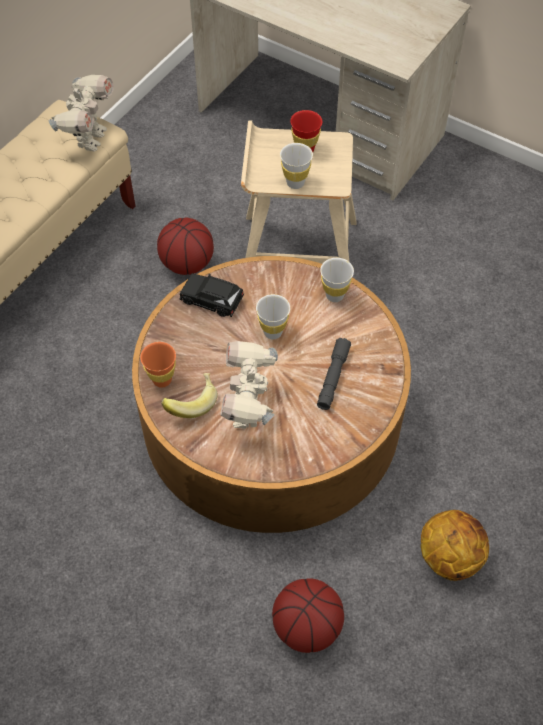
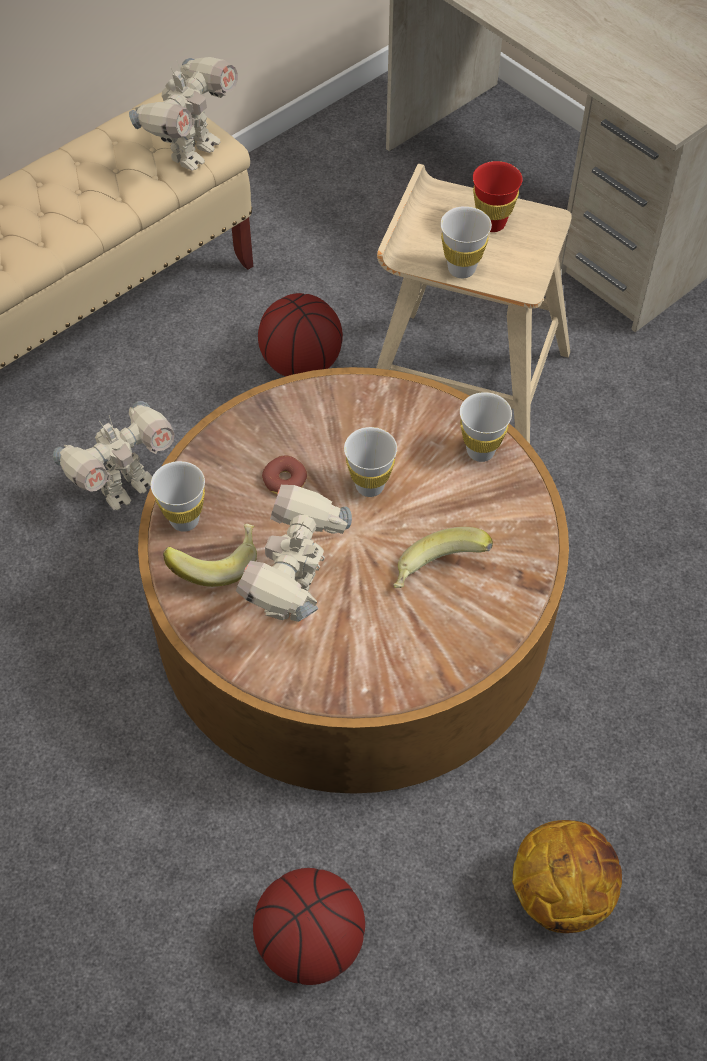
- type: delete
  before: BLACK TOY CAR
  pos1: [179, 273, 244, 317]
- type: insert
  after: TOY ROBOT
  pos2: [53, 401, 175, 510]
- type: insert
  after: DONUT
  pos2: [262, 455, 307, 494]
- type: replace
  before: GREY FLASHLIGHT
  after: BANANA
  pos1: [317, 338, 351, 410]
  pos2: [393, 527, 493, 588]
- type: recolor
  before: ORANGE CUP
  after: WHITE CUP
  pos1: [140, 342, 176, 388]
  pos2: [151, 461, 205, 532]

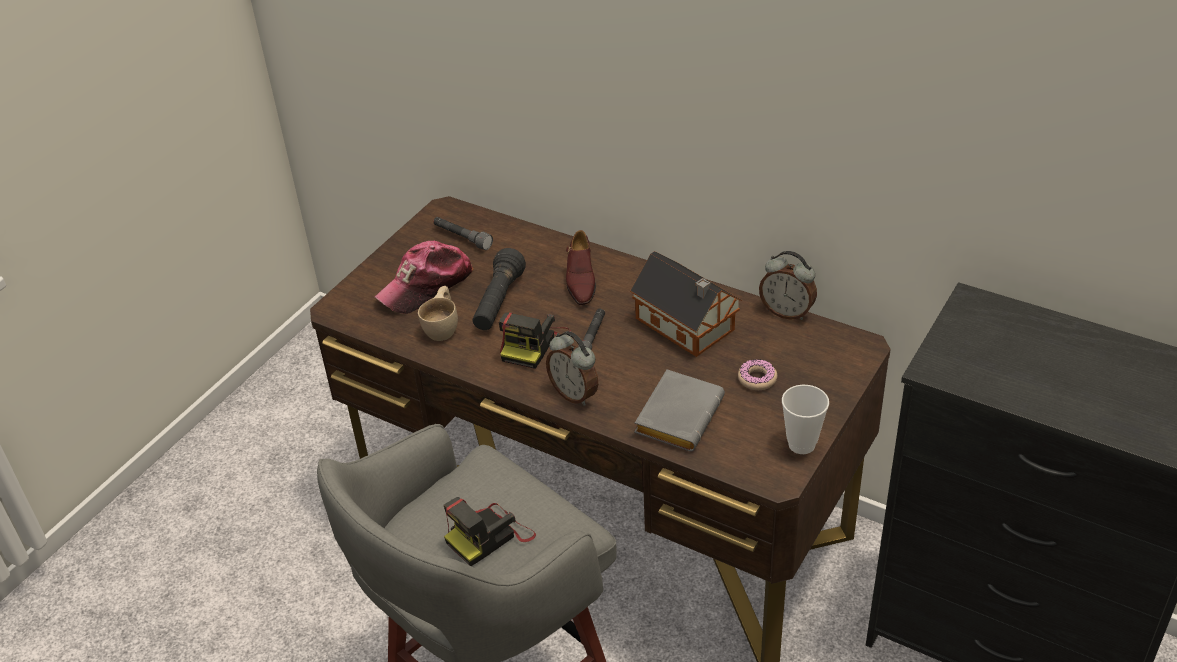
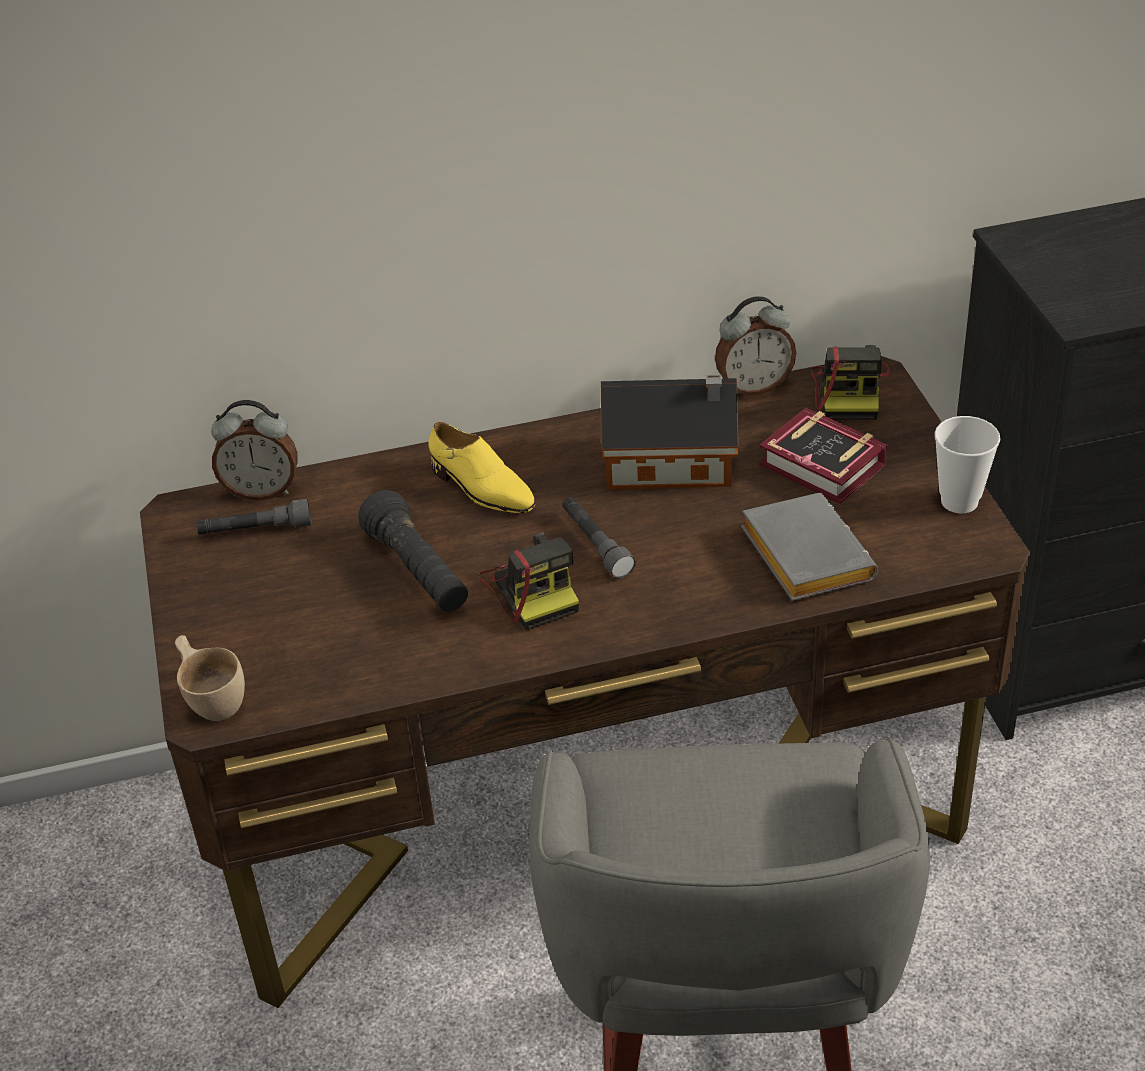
- type: delete
  before: CAP
  pos1: [375, 241, 474, 314]
- type: move
  before: BEIGE CUP
  pos1: [418, 286, 458, 341]
  pos2: [175, 635, 245, 721]
- type: move
  before: PHOTO CAMERA
  pos1: [444, 497, 536, 566]
  pos2: [811, 345, 890, 420]
- type: move
  before: ALARM CLOCK
  pos1: [546, 331, 598, 406]
  pos2: [211, 400, 298, 501]
- type: replace
  before: DONUT
  after: BOOK
  pos1: [738, 359, 777, 390]
  pos2: [759, 408, 887, 504]
- type: recolor
  before: BROWN SHOE
  after: YELLOW SHOE
  pos1: [566, 230, 596, 305]
  pos2: [428, 422, 535, 513]

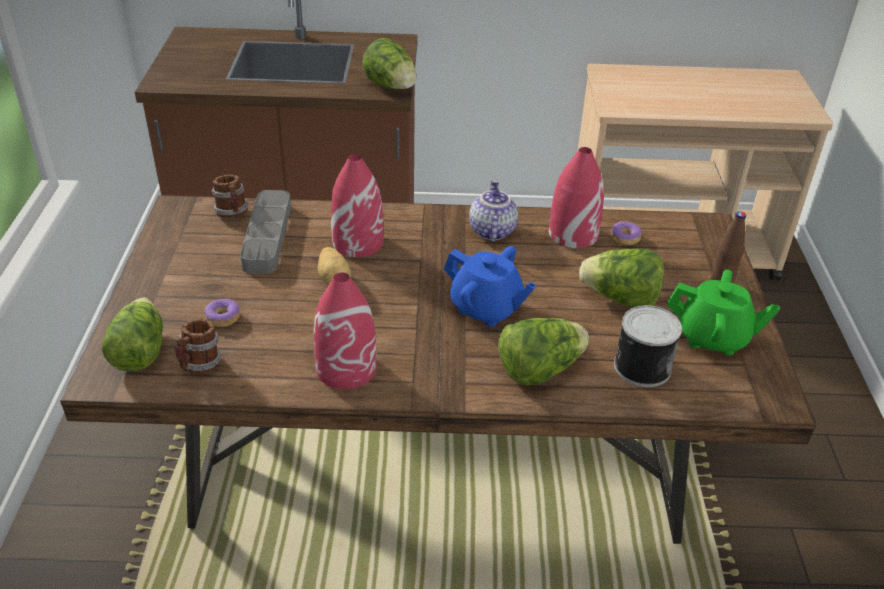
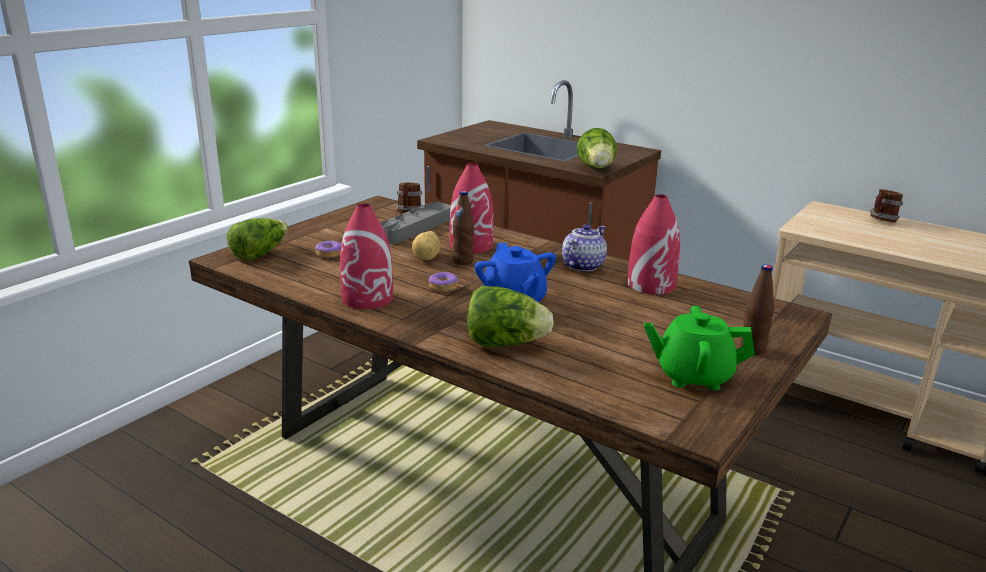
- type: delete
  before: LETTUCE
  pos1: [579, 248, 664, 307]
- type: delete
  before: CAN
  pos1: [614, 305, 682, 387]
- type: insert
  after: BROWN BOTTLE
  pos2: [453, 191, 474, 265]
- type: move
  before: MUG
  pos1: [175, 319, 222, 374]
  pos2: [870, 189, 903, 222]
- type: move
  before: DONUT
  pos1: [611, 221, 642, 245]
  pos2: [429, 271, 458, 292]
- type: rotate
  before: GREEN TEAPOT
  pos1: [667, 270, 780, 356]
  pos2: [644, 306, 755, 390]
  turn: 135

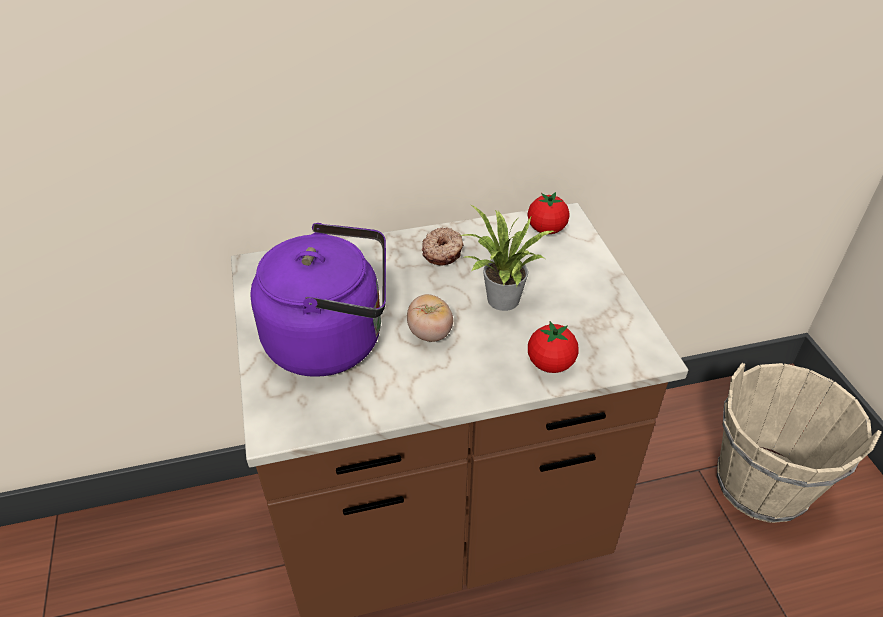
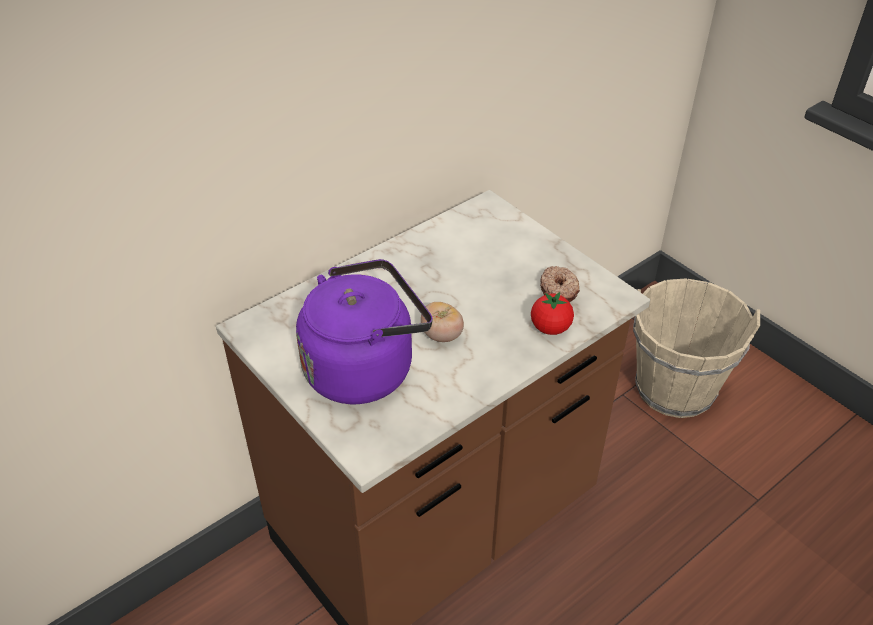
- type: delete
  before: POTTED PLANT
  pos1: [460, 205, 554, 311]
- type: delete
  before: TOMATO
  pos1: [528, 192, 570, 234]
- type: move
  before: DONUT
  pos1: [422, 227, 463, 266]
  pos2: [540, 266, 580, 302]

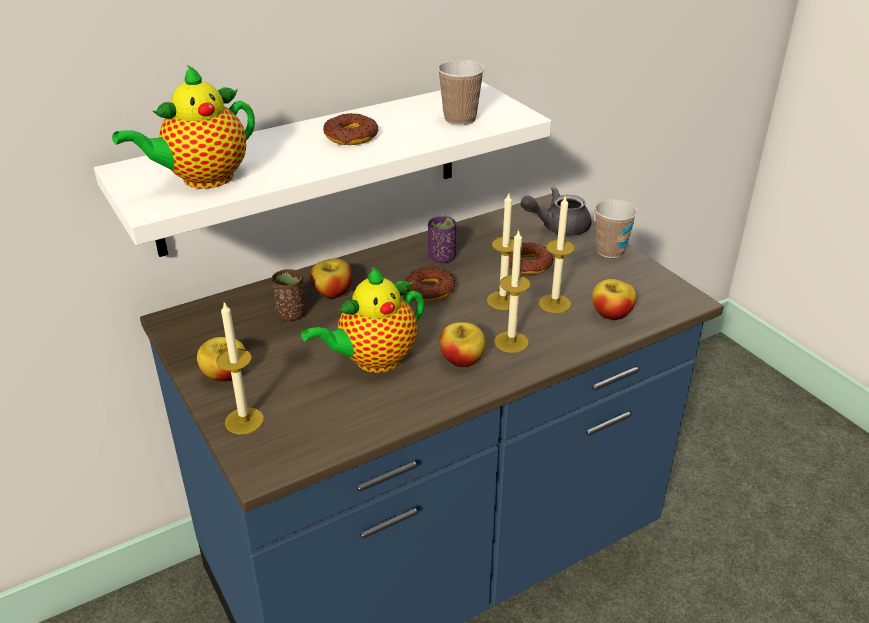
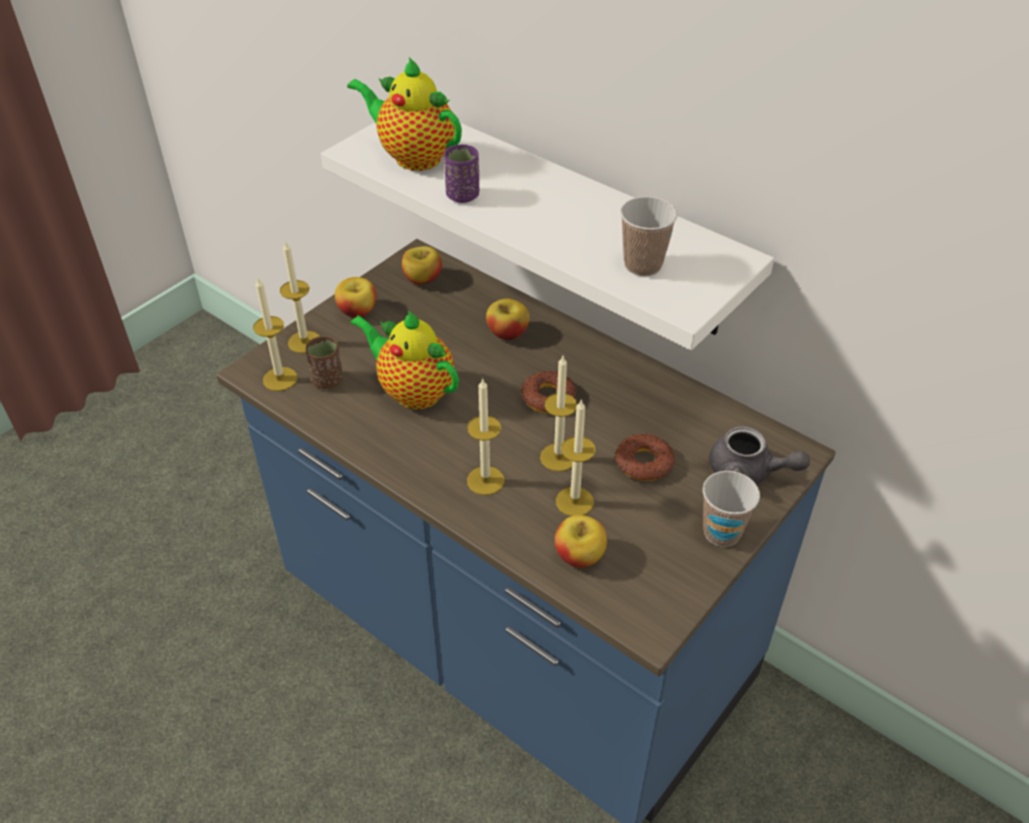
- type: delete
  before: DONUT
  pos1: [323, 113, 379, 145]
- type: insert
  after: CANDLE
  pos2: [253, 278, 297, 391]
- type: move
  before: BROWN CUP
  pos1: [271, 269, 306, 321]
  pos2: [306, 336, 343, 389]
- type: move
  before: PURPLE CUP
  pos1: [428, 216, 456, 263]
  pos2: [444, 144, 479, 203]
- type: move
  before: APPLE
  pos1: [440, 322, 486, 367]
  pos2: [402, 246, 442, 285]
- type: rotate
  before: GREY TEAPOT
  pos1: [521, 187, 591, 236]
  pos2: [709, 426, 810, 484]
  turn: 150

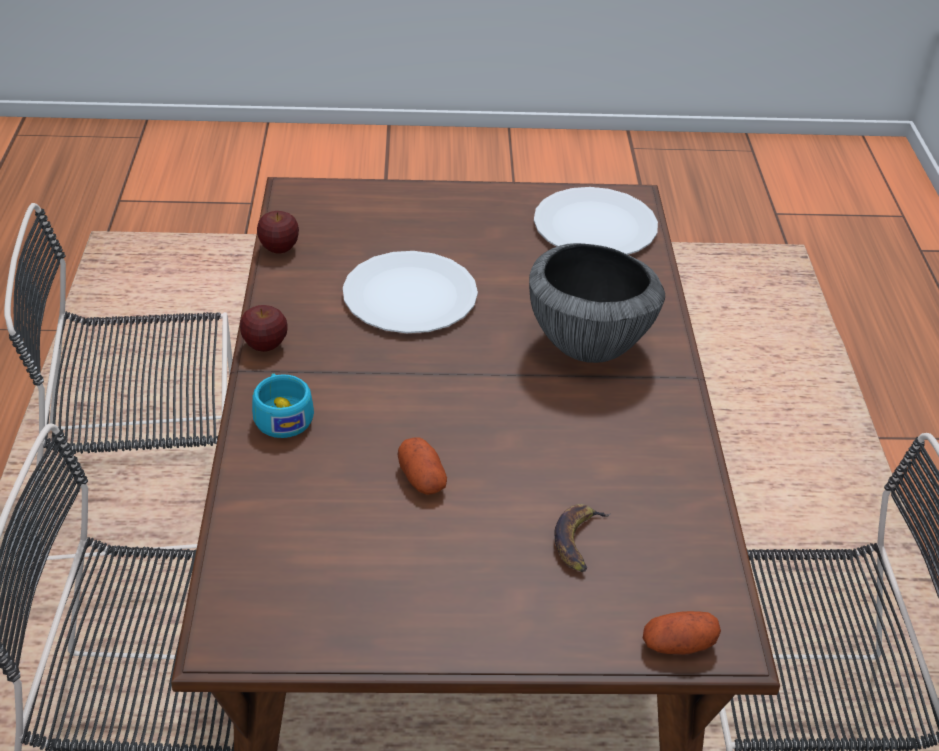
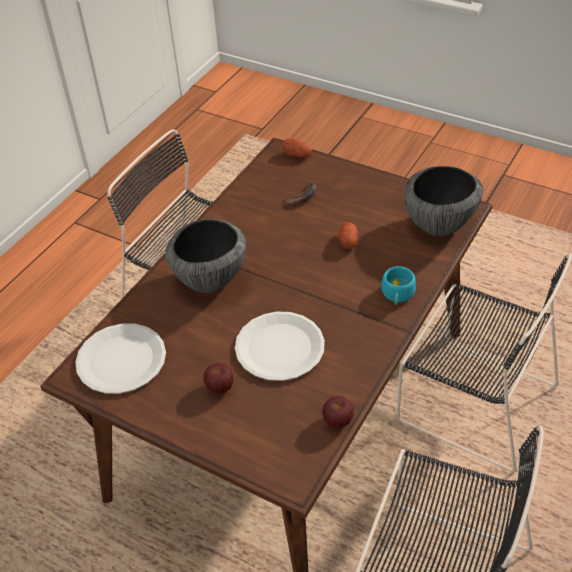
- type: insert
  after: BOWL
  pos2: [405, 166, 483, 236]
- type: move
  before: APPLE
  pos1: [240, 305, 287, 352]
  pos2: [204, 363, 234, 394]

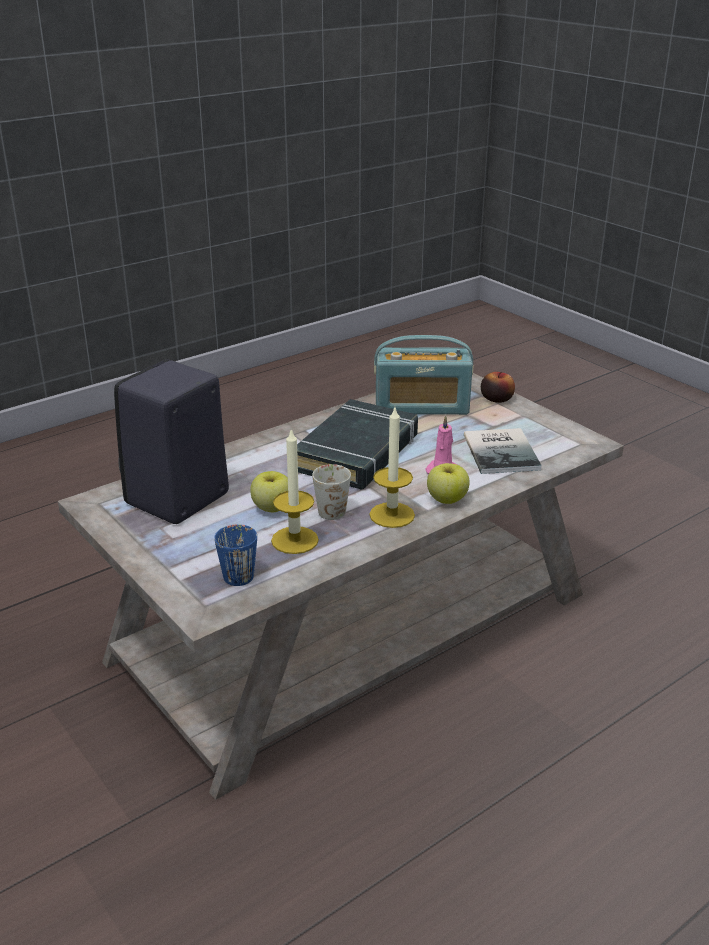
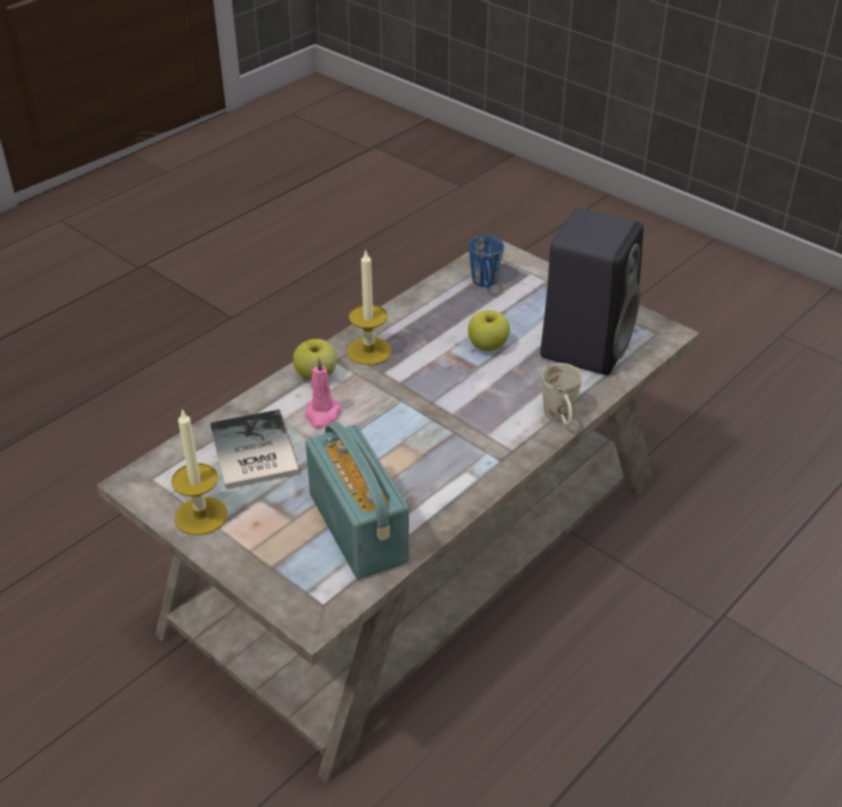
- type: delete
  before: BLACK BOOK
  pos1: [297, 399, 418, 489]
- type: delete
  before: APPLE
  pos1: [481, 372, 515, 403]
- type: move
  before: CANDLE
  pos1: [271, 428, 319, 554]
  pos2: [171, 408, 228, 535]
- type: move
  before: WHITE MUG
  pos1: [312, 464, 351, 520]
  pos2: [541, 363, 583, 426]
- type: rotate
  before: RADIO
  pos1: [374, 335, 473, 415]
  pos2: [305, 422, 409, 579]
  turn: 75

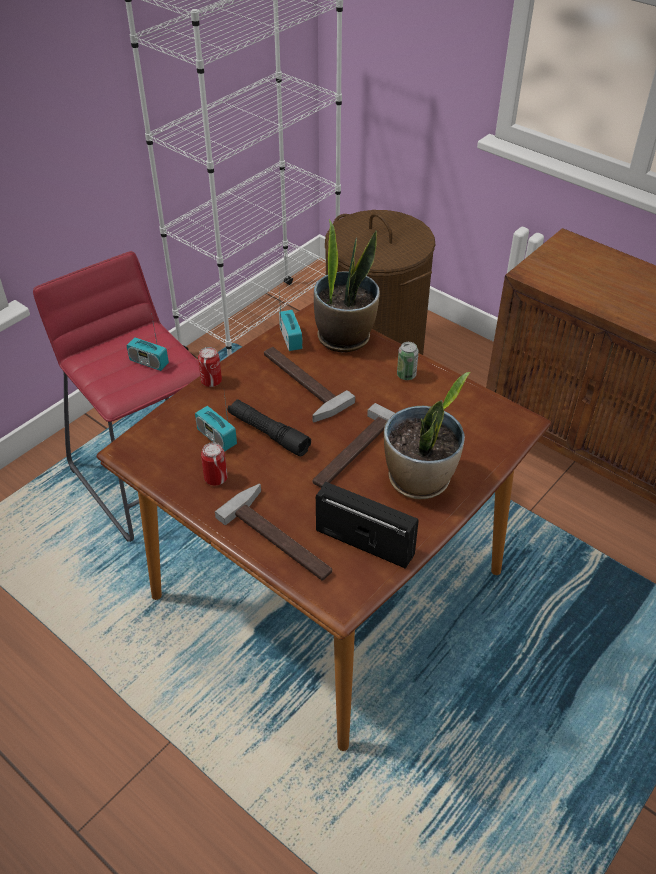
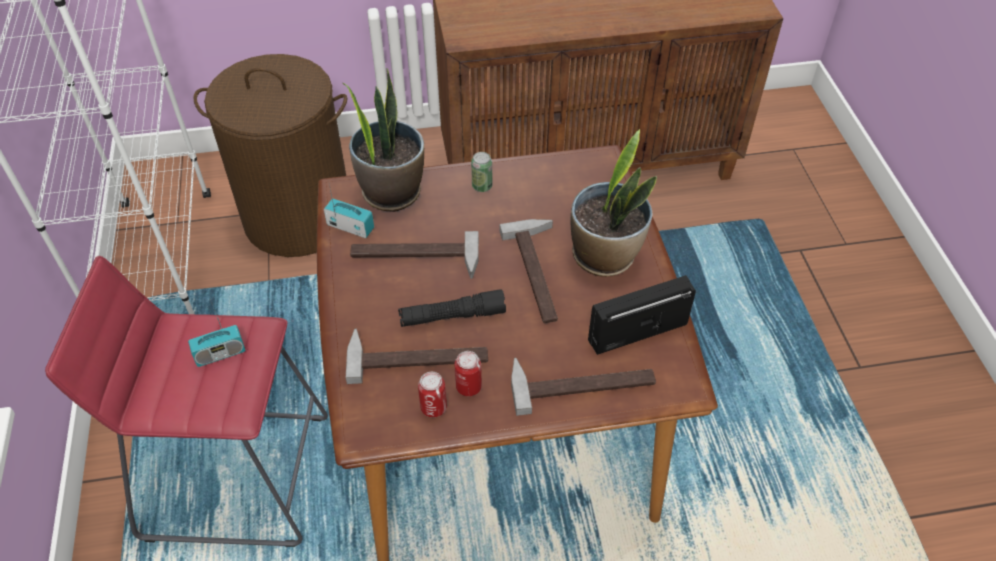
- type: move
  before: CAN
  pos1: [198, 347, 222, 387]
  pos2: [418, 372, 447, 417]
- type: replace
  before: RADIO
  after: HAMMER
  pos1: [195, 392, 237, 452]
  pos2: [346, 329, 488, 384]

